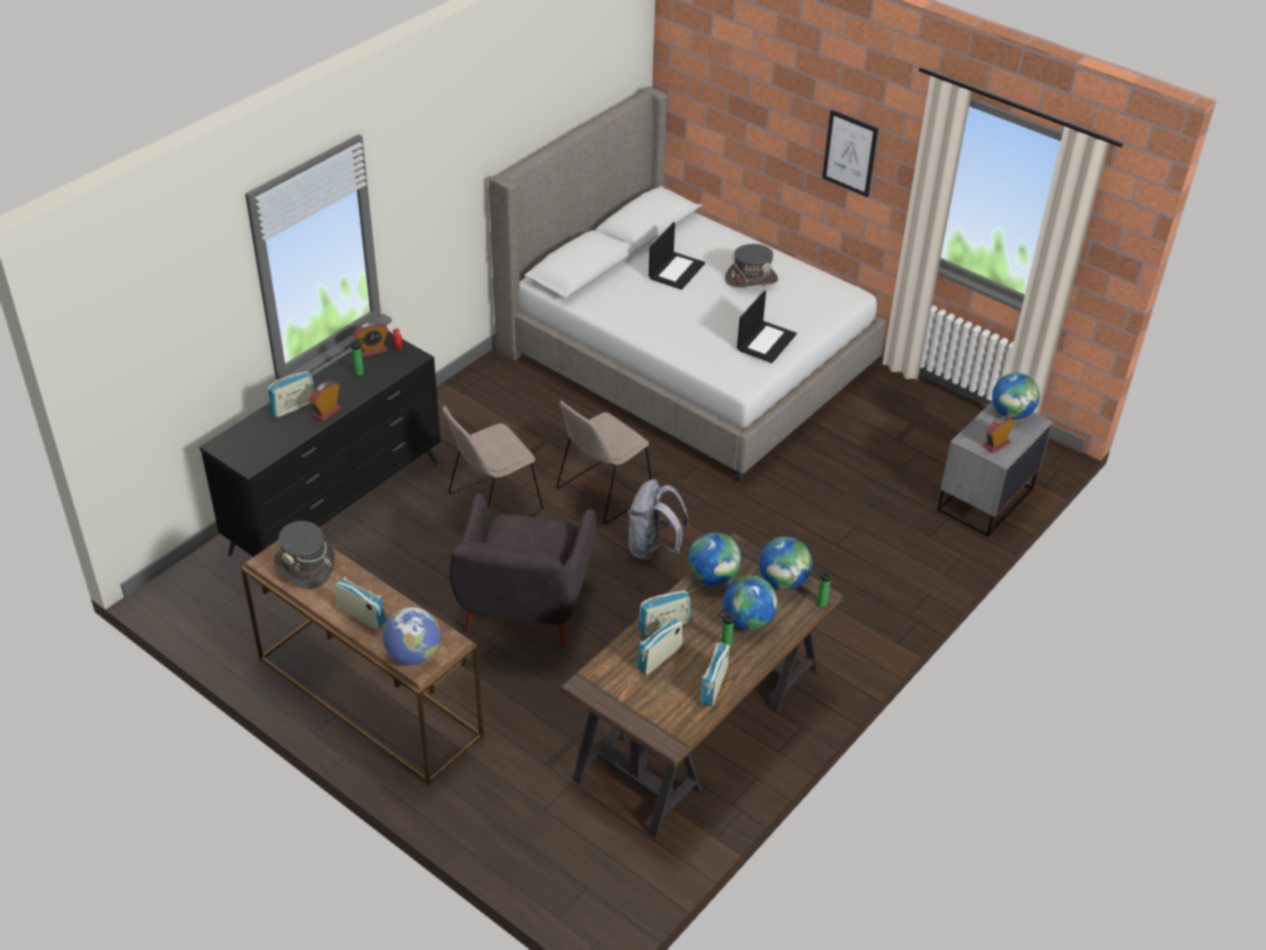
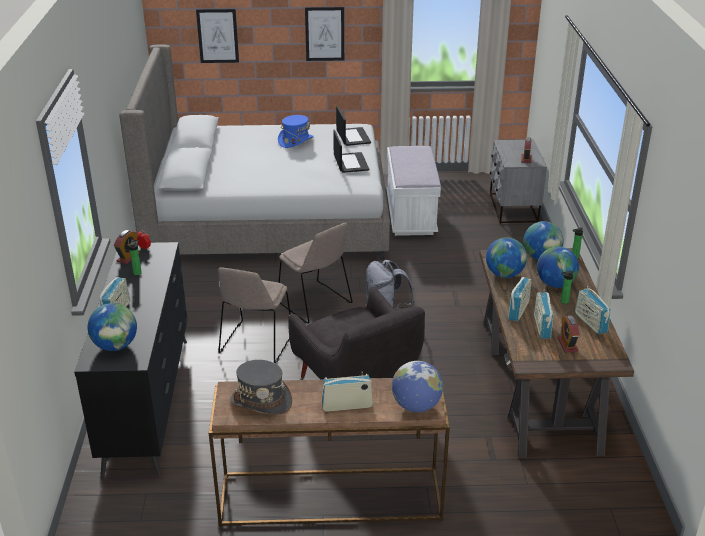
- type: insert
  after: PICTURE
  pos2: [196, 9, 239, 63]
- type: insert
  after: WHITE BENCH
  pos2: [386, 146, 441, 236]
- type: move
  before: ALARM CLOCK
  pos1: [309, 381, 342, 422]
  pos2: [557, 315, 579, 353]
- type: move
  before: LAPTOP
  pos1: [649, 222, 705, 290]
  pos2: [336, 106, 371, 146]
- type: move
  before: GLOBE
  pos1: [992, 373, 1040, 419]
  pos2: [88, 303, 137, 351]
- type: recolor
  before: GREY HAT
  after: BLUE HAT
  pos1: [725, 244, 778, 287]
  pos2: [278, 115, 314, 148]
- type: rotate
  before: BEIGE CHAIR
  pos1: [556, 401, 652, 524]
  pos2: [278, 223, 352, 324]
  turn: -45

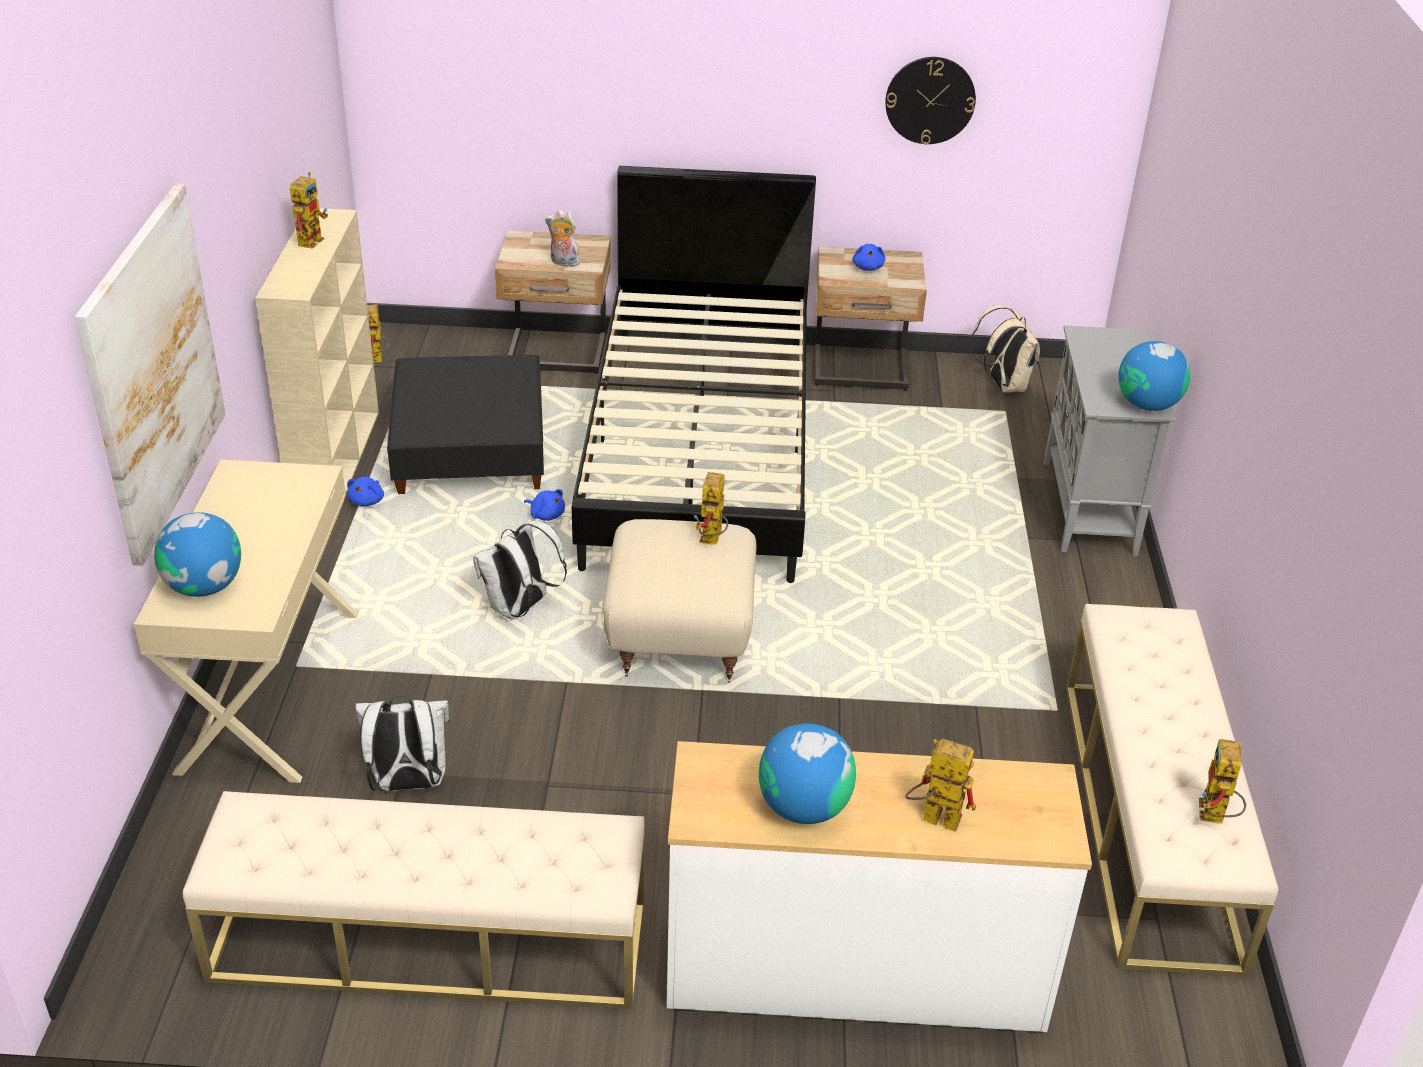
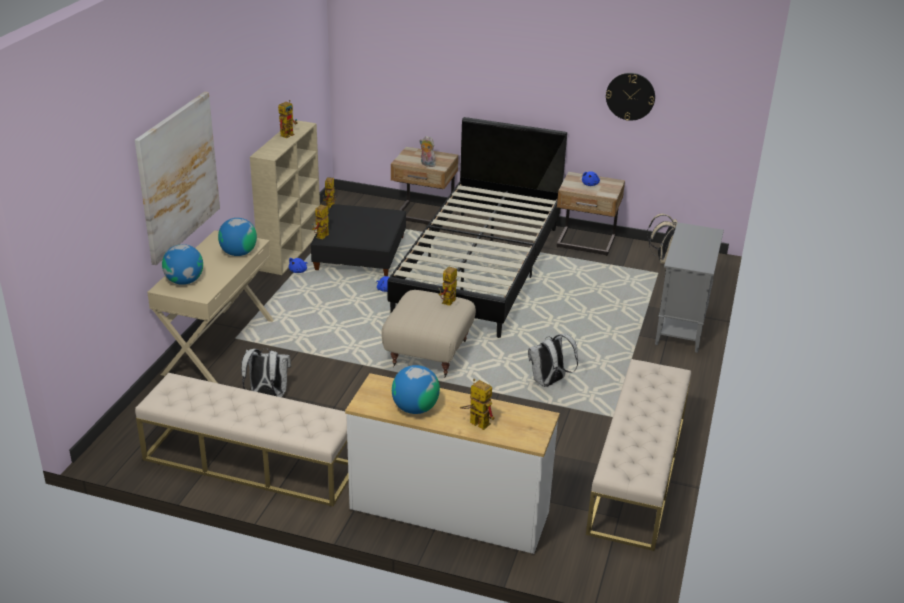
- type: move
  before: WHITE BACKPACK
  pos1: [473, 519, 567, 620]
  pos2: [528, 334, 578, 387]
- type: move
  before: GLOBE
  pos1: [1118, 341, 1190, 411]
  pos2: [218, 218, 257, 256]
- type: move
  before: TOY ROBOT
  pos1: [1199, 739, 1246, 824]
  pos2: [312, 205, 329, 239]

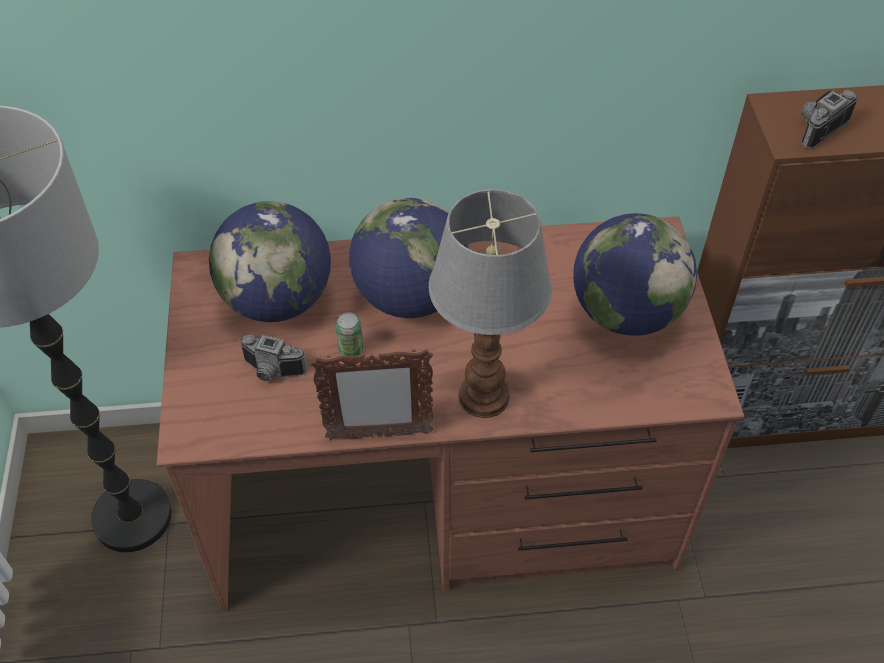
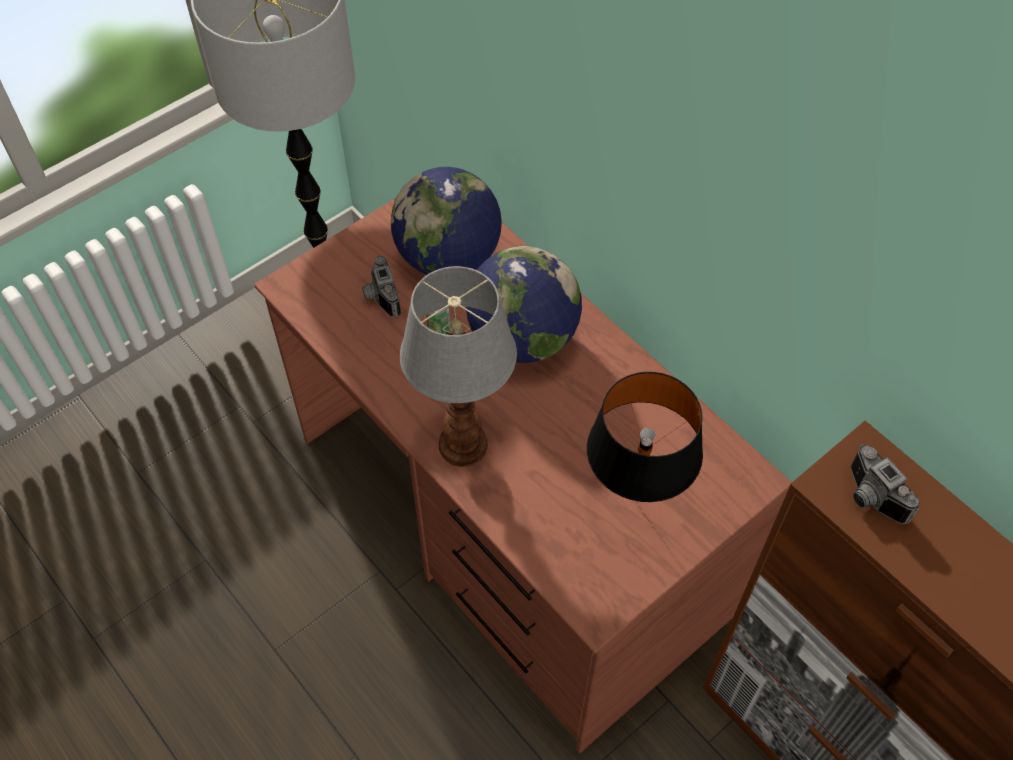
- type: delete
  before: PICTURE FRAME
  pos1: [310, 349, 433, 440]
- type: replace
  before: GLOBE
  after: BLACK TABLE LAMP
  pos1: [573, 213, 697, 336]
  pos2: [587, 372, 703, 502]
- type: rotate
  before: PHOTO CAMERA
  pos1: [802, 90, 858, 149]
  pos2: [851, 445, 920, 524]
  turn: -135

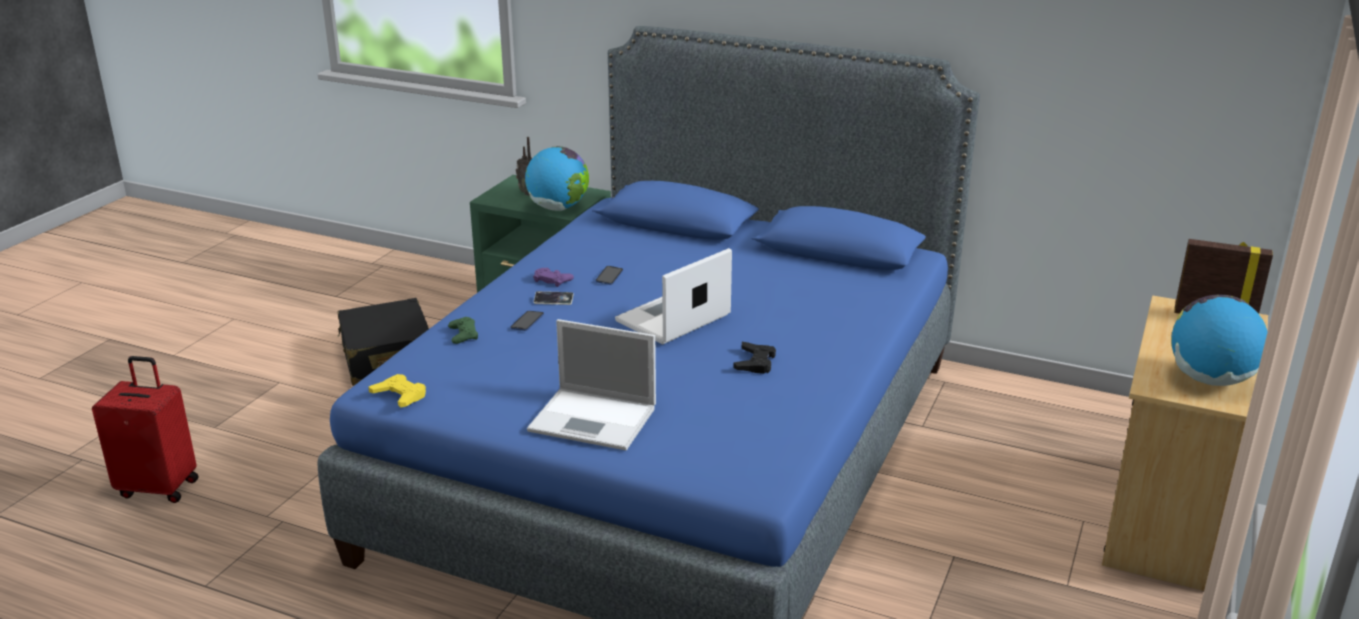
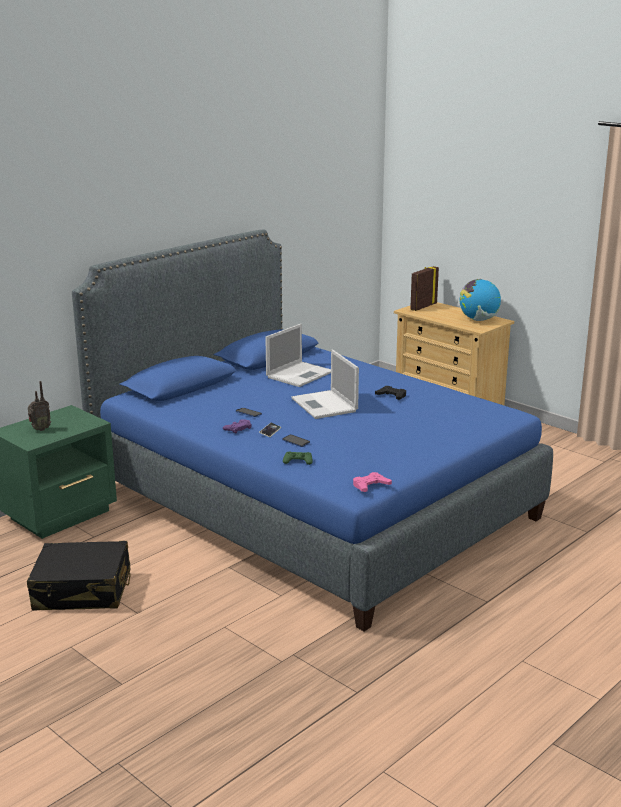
- type: delete
  before: RED SUITCASE
  pos1: [92, 356, 198, 503]
- type: delete
  before: GLOBE
  pos1: [525, 146, 589, 211]
- type: move
  before: LAPTOP
  pos1: [527, 319, 656, 450]
  pos2: [265, 324, 331, 387]
- type: recolor
  before: YELLOW GAME CONTROLLER
  after: PINK GAME CONTROLLER
  pos1: [368, 374, 426, 407]
  pos2: [353, 472, 392, 492]

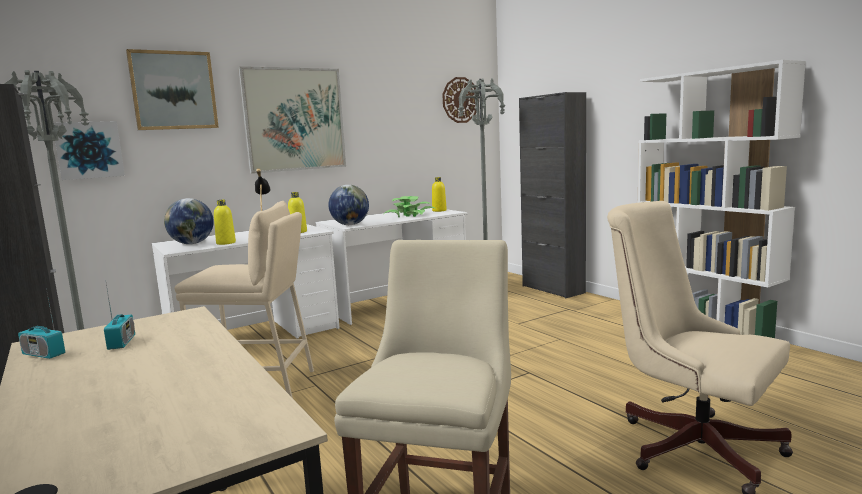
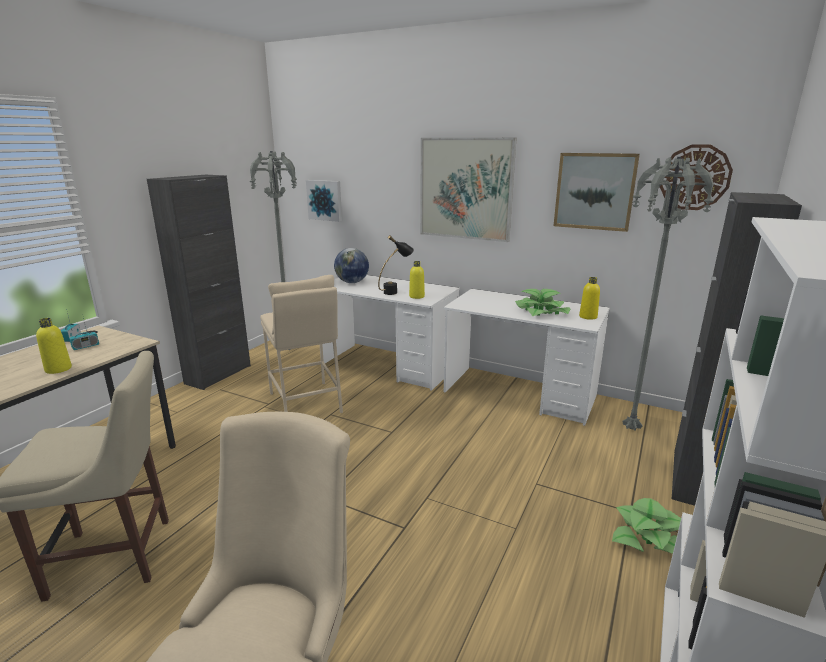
- type: delete
  before: GLOBE
  pos1: [328, 185, 369, 225]
- type: insert
  after: POTTED PLANT
  pos2: [612, 498, 681, 554]
- type: move
  before: PICTURE
  pos1: [126, 49, 219, 130]
  pos2: [554, 153, 640, 232]
- type: move
  before: YELLOW BOTTLE
  pos1: [214, 200, 236, 245]
  pos2: [36, 318, 72, 374]

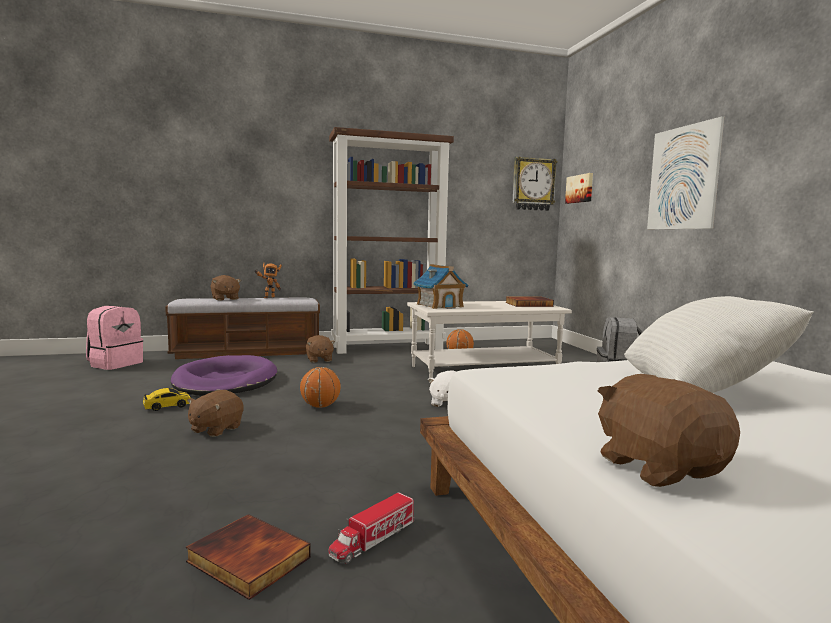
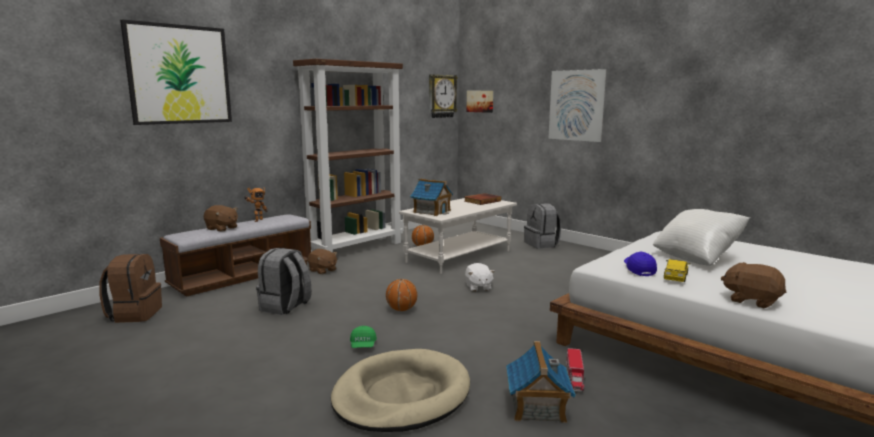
- type: insert
  after: PICTURE
  pos2: [120, 19, 232, 125]
- type: insert
  after: BEIGE DOG BED
  pos2: [331, 349, 470, 432]
- type: insert
  after: BLUE CAP
  pos2: [624, 252, 657, 276]
- type: move
  before: TOY CAR
  pos1: [143, 388, 191, 411]
  pos2: [664, 259, 690, 282]
- type: replace
  before: PURPLE DOG BED
  after: GREY BACKPACK
  pos1: [171, 355, 277, 396]
  pos2: [256, 248, 311, 315]
- type: replace
  before: BOOK
  after: TOY HOUSE
  pos1: [186, 514, 311, 600]
  pos2: [506, 341, 576, 423]
- type: replace
  before: BROWN PLUSH TOY
  after: GREEN CAP
  pos1: [187, 390, 244, 437]
  pos2: [350, 326, 377, 348]
- type: recolor
  before: PINK BACKPACK
  after: BROWN BACKPACK
  pos1: [86, 306, 143, 370]
  pos2: [99, 254, 162, 323]

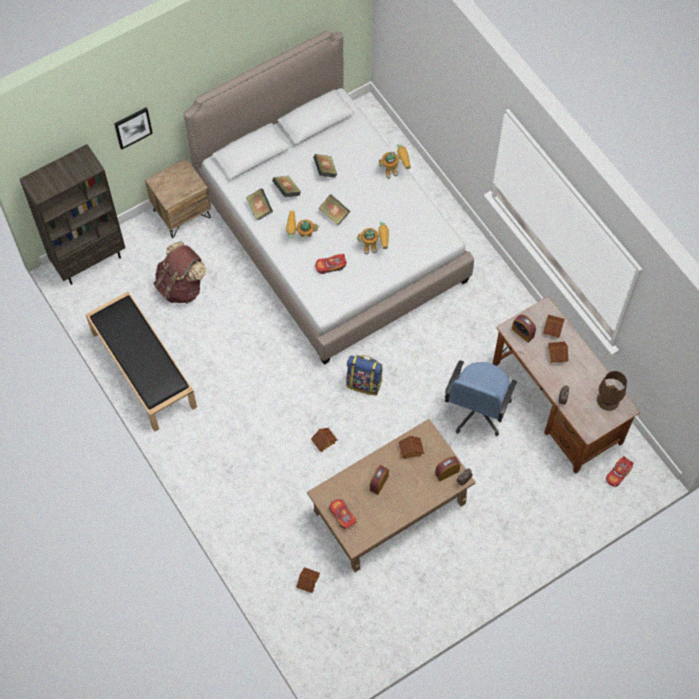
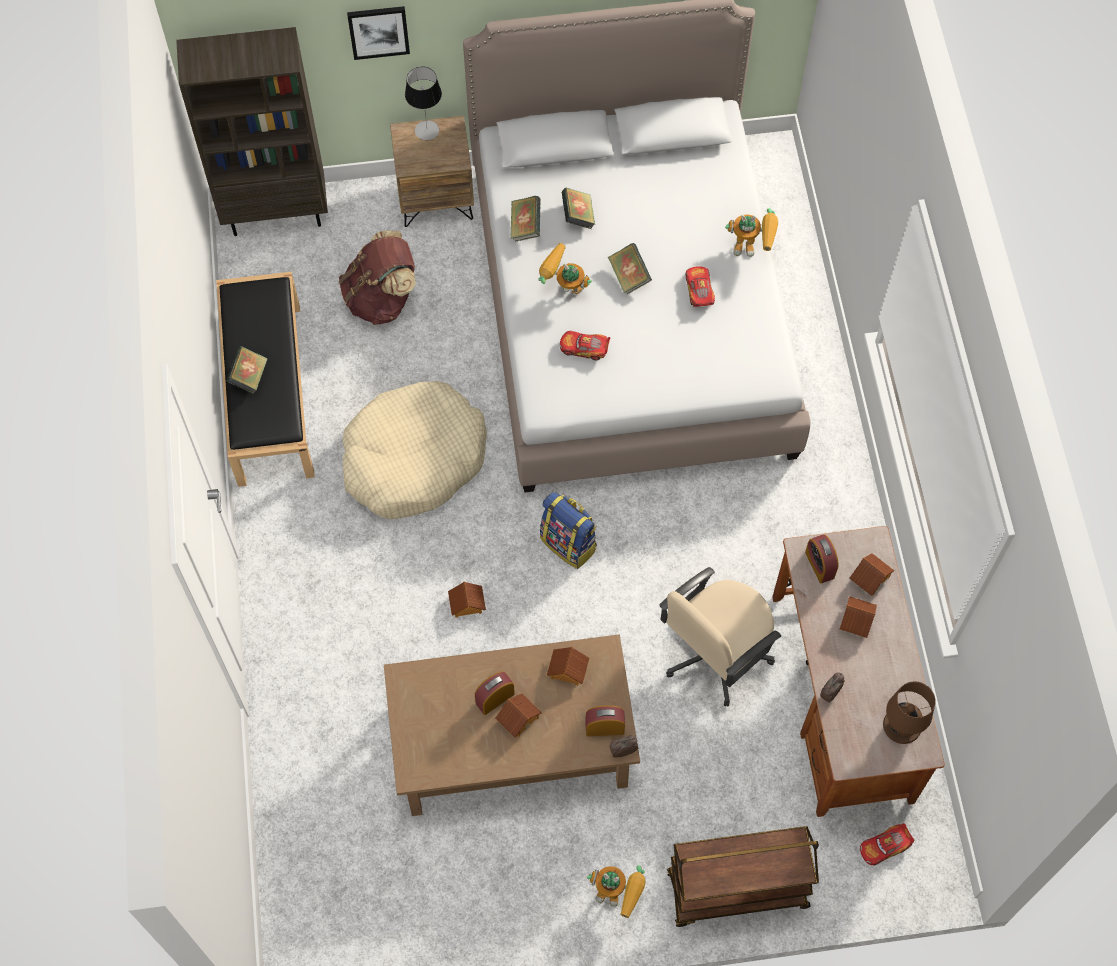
- type: insert
  after: BEIGE DOG BED
  pos2: [343, 381, 487, 519]
- type: insert
  after: TABLE LAMP
  pos2: [405, 67, 442, 140]
- type: insert
  after: BROWN CART
  pos2: [667, 826, 819, 927]
- type: move
  before: TOY HOUSE
  pos1: [296, 567, 320, 593]
  pos2: [495, 694, 542, 738]
- type: move
  before: BOOK
  pos1: [313, 154, 338, 178]
  pos2: [227, 346, 268, 394]
- type: move
  before: TOY CAR
  pos1: [329, 499, 356, 529]
  pos2: [686, 266, 715, 307]
- type: move
  before: TOY ROBOT
  pos1: [356, 221, 389, 254]
  pos2: [587, 865, 646, 918]
- type: recolor
  before: BLUE OFFICE CHAIR
  after: BEIGE OFFICE CHAIR
  pos1: [445, 360, 517, 436]
  pos2: [659, 567, 781, 707]

